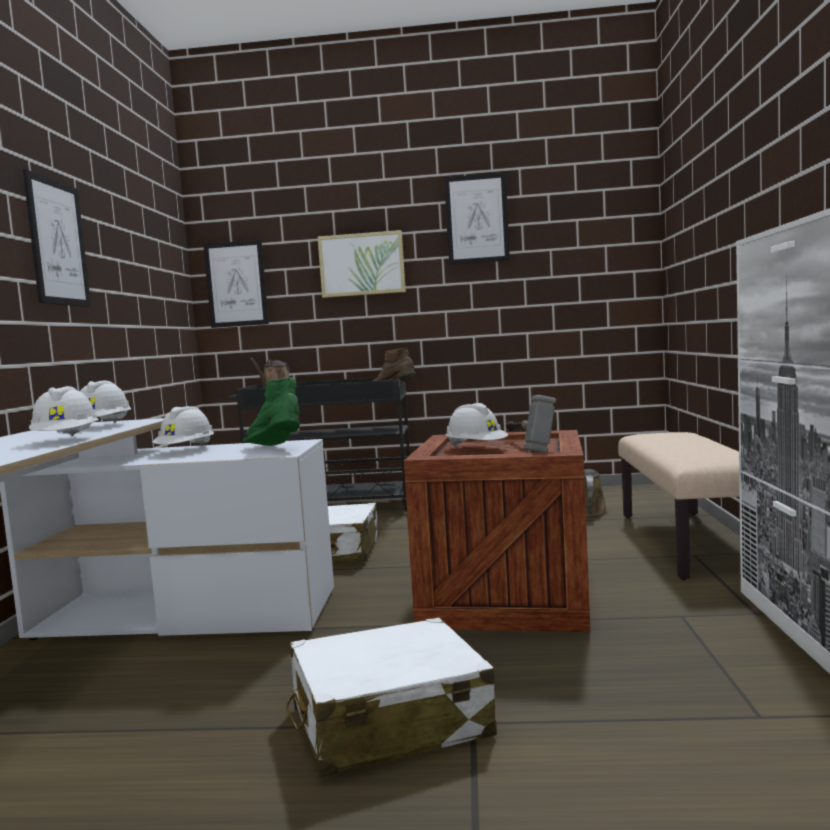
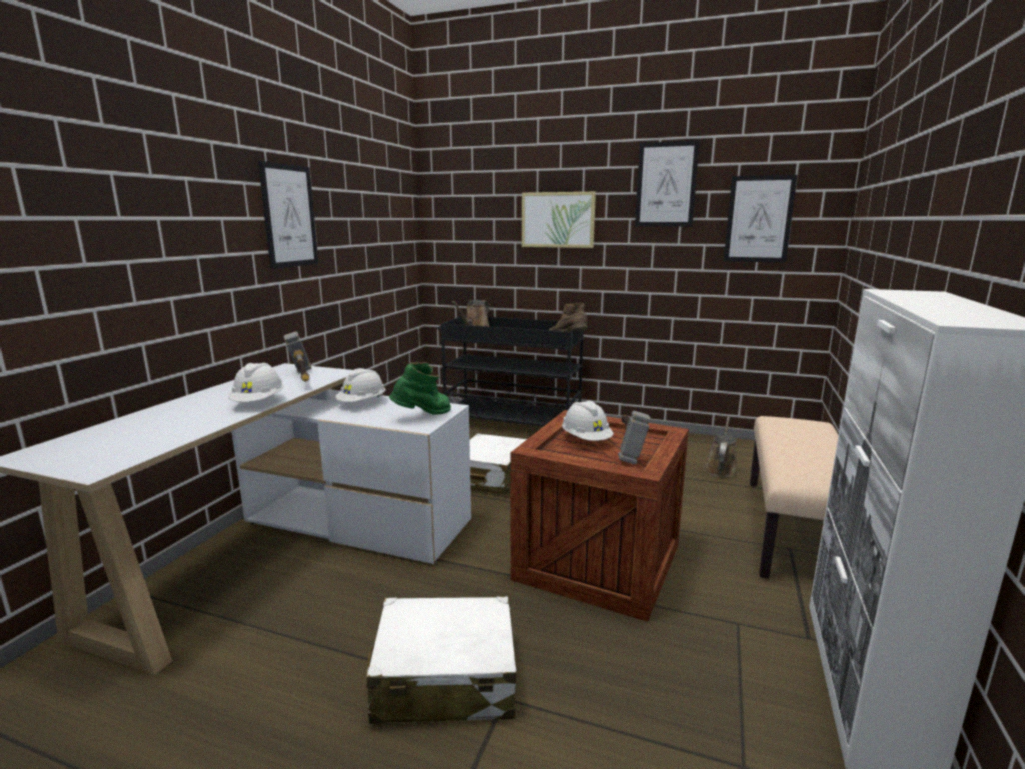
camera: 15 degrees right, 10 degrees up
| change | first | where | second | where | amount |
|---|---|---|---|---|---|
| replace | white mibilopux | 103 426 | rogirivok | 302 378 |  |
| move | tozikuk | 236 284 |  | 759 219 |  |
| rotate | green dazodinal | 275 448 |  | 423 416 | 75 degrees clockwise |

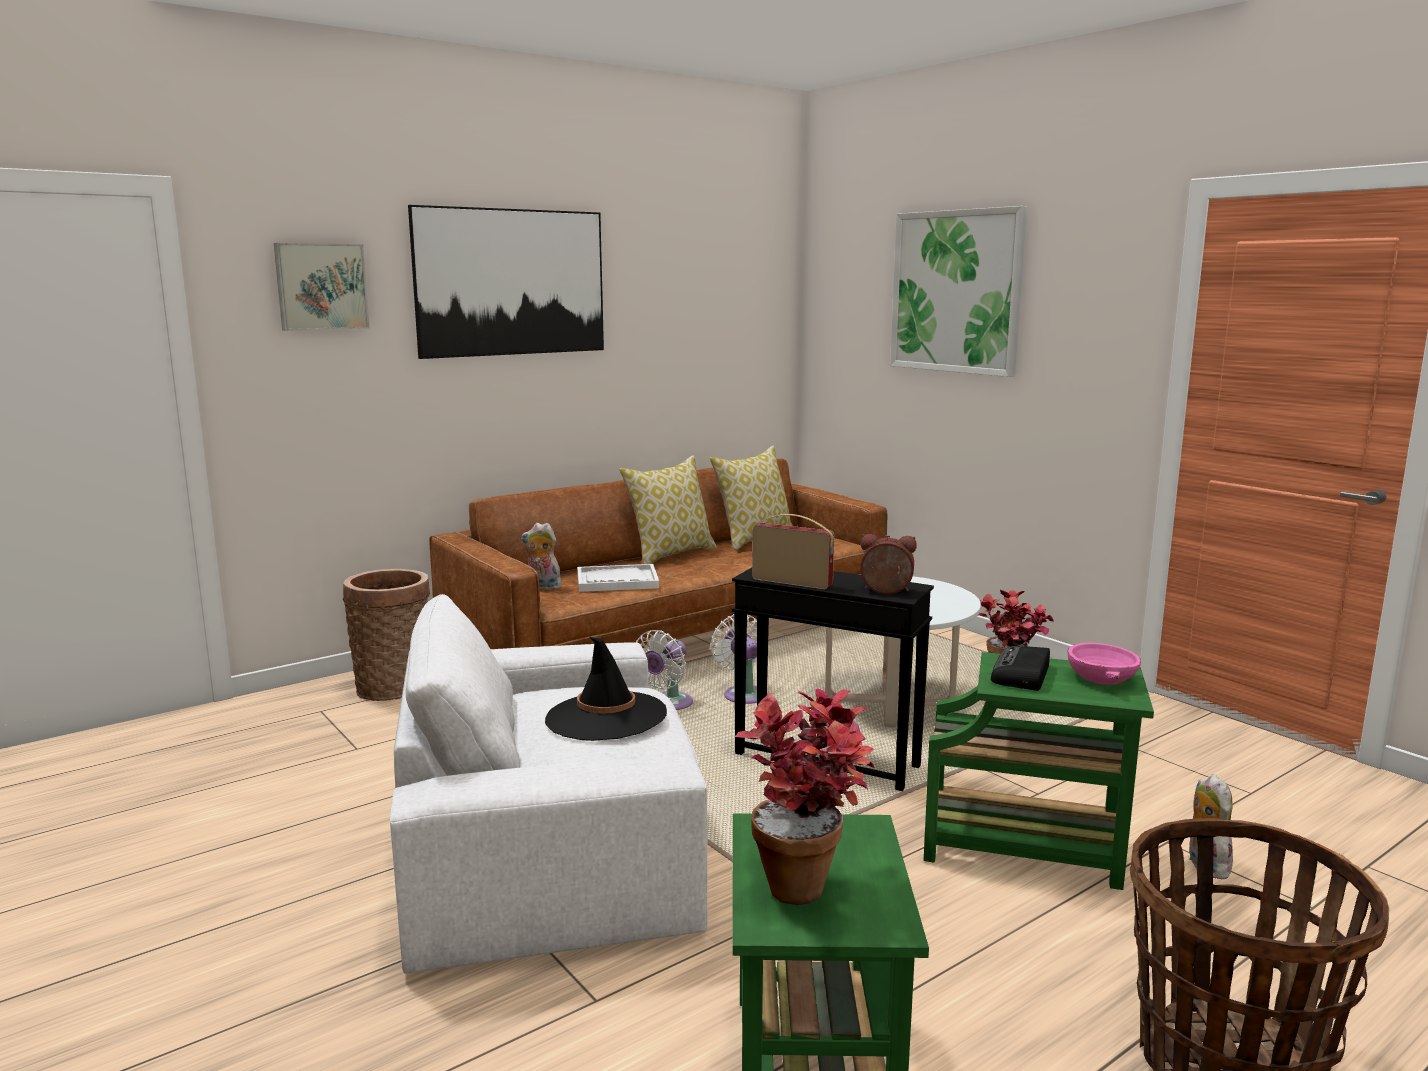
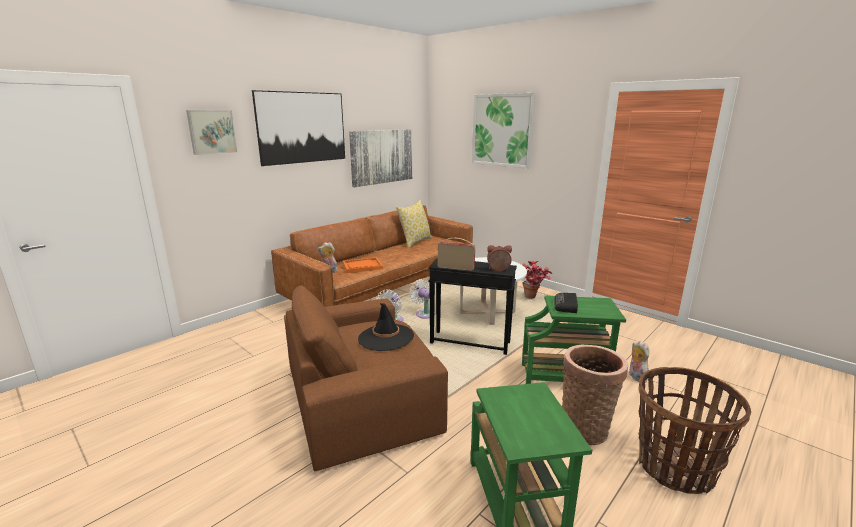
camera: 10 degrees left, 5 degrees up
| change | first | where | second | where | amount |
|---|---|---|---|---|---|
| move | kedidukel | 394 687 |  | 585 427 |  |
| recolor | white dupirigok | 549 847 | brown dupirigok | 361 397 |  |
| recolor | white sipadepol | 617 581 | orange sipadepol | 362 266 |  |
| delete | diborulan | 671 554 |  |  |  |
| delete | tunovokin | 807 881 |  |  |  |
| delete | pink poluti | 1100 678 |  |  |  |
| insert |  |  | tozikuk | 382 156 |  |

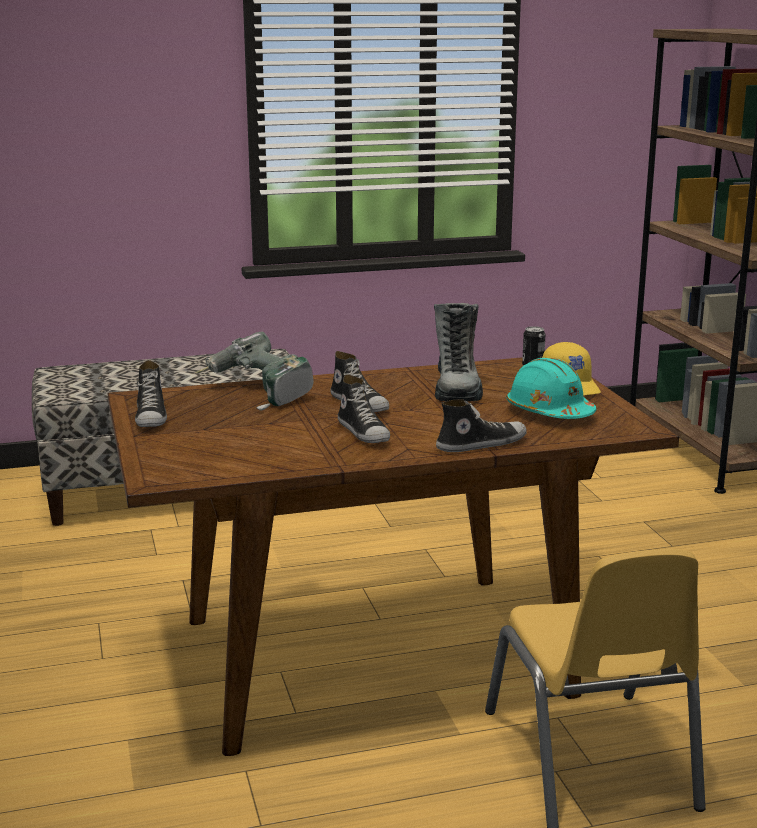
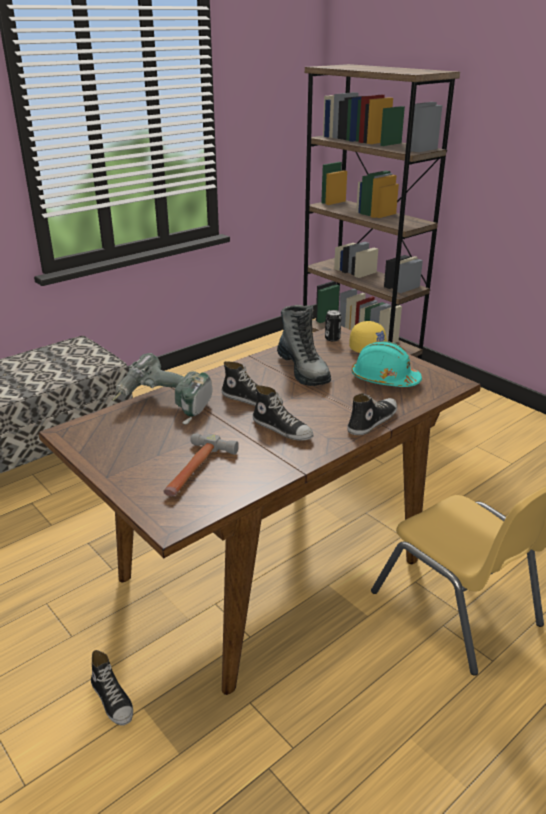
camera: 25 degrees left, 10 degrees up
| change | first | where | second | where | amount |
|---|---|---|---|---|---|
| move | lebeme | 151 417 |  | 113 699 |  |
| insert |  |  | rogirivok | 195 471 |  |

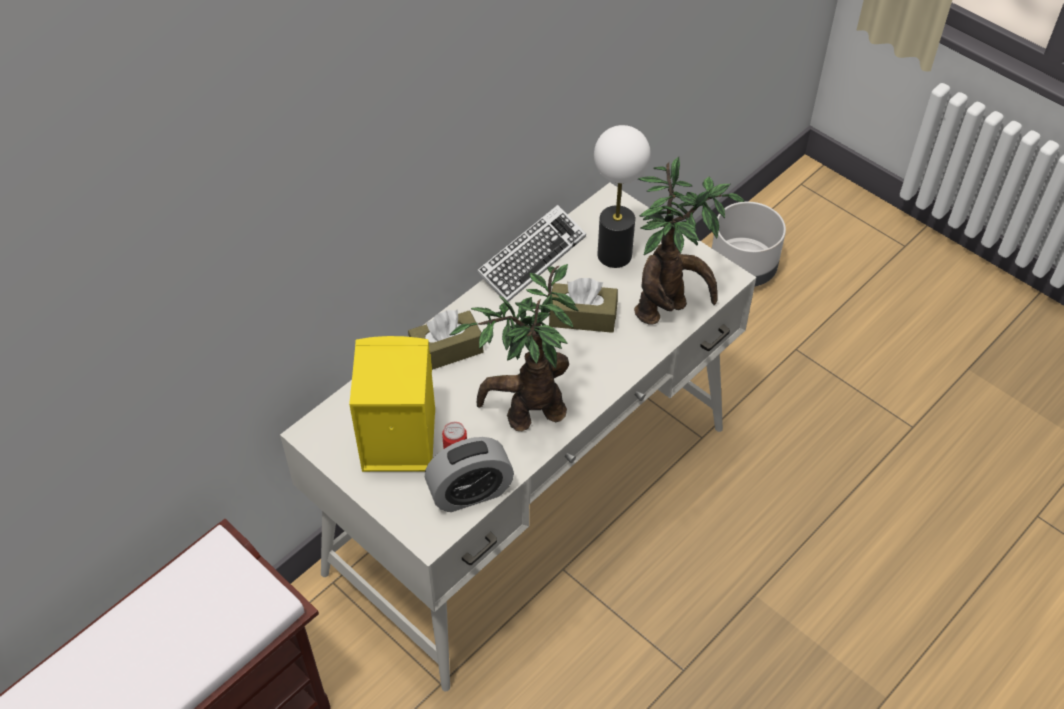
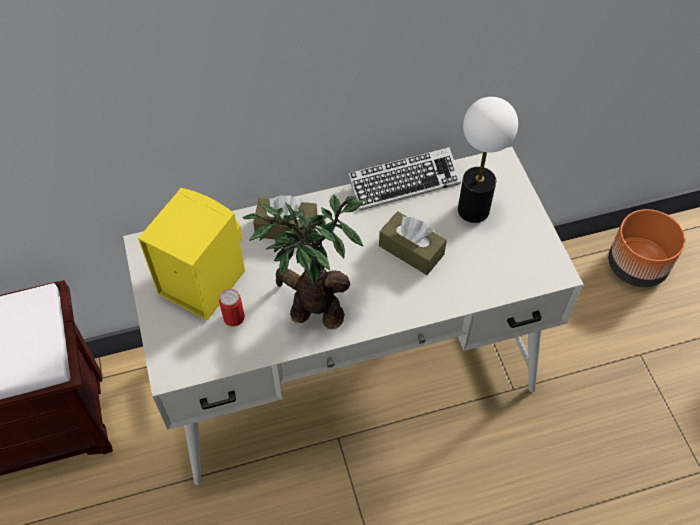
camera: 30 degrees right, 5 degrees up
| change | first | where | second | where | amount |
|---|---|---|---|---|---|
| delete | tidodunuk | 470 492 |  |  |  |
| delete | tunovokin | 669 308 |  |  |  |
| recolor | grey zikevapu | 743 268 | orange zikevapu | 637 266 |  |

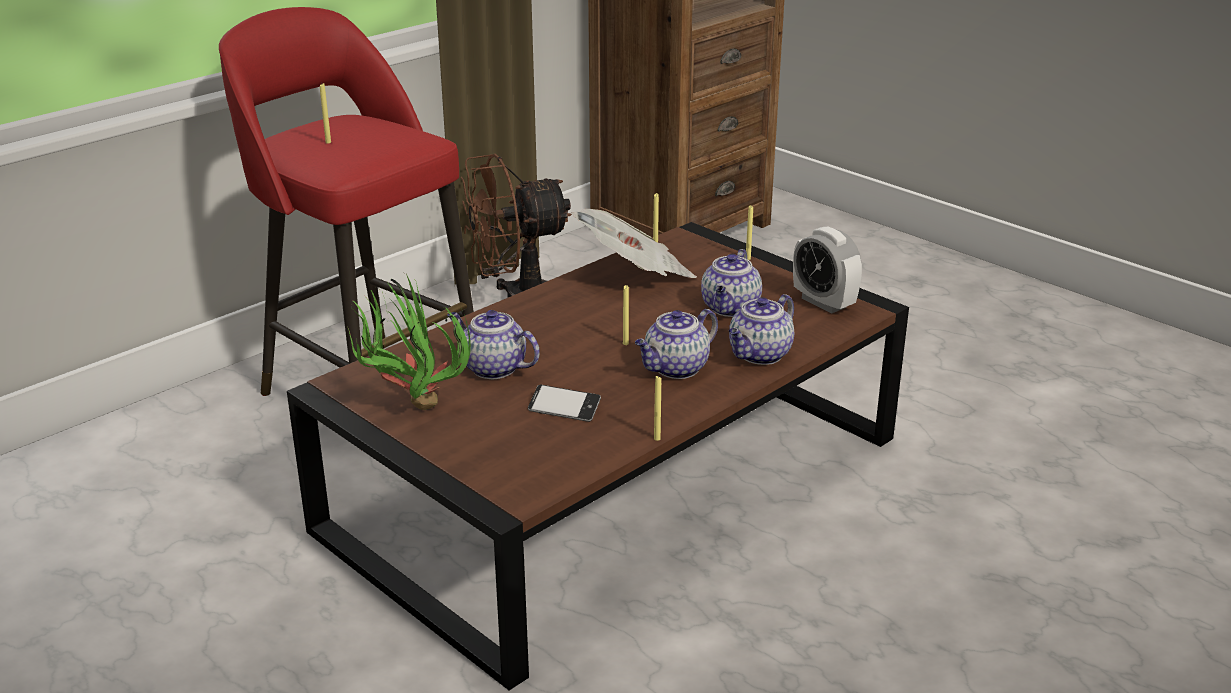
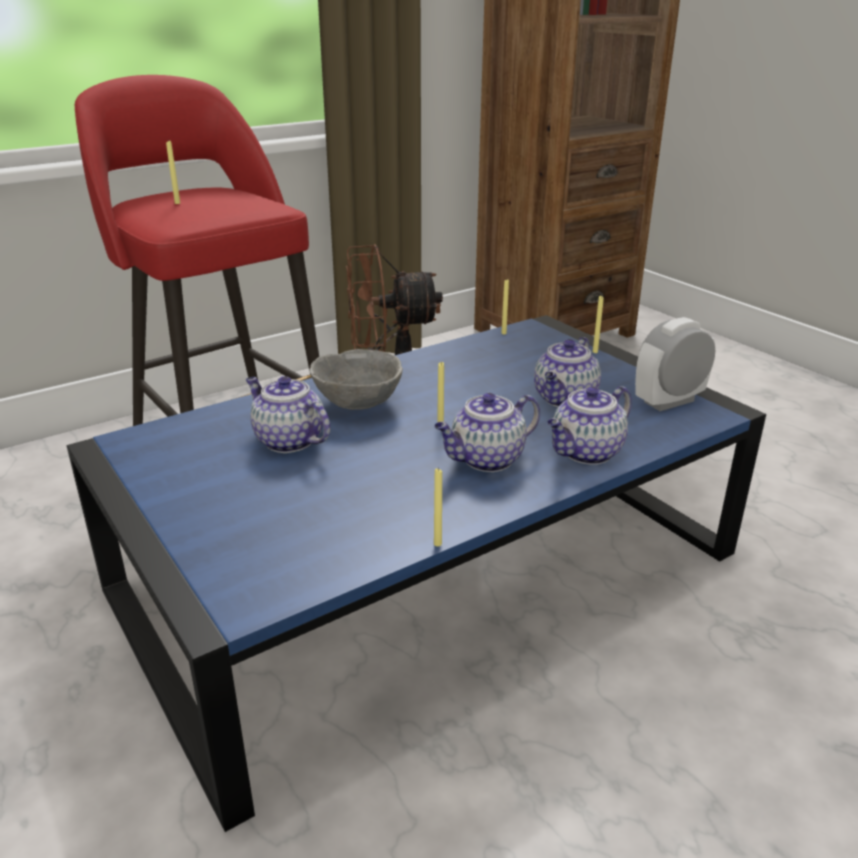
camera: 10 degrees right, 0 degrees up
| change | first | where | second | where | amount |
|---|---|---|---|---|---|
| recolor | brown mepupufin | 615 484 | blue mepupufin | 428 573 |  |
| delete | tunovokin | 411 407 |  |  |  |
| delete | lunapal | 564 408 |  |  |  |
| delete | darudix | 635 273 |  |  |  |
| rotate | tidodunuk | 823 303 |  | 669 402 | 90 degrees clockwise |
| insert |  |  | grey poluti | 357 404 |  |

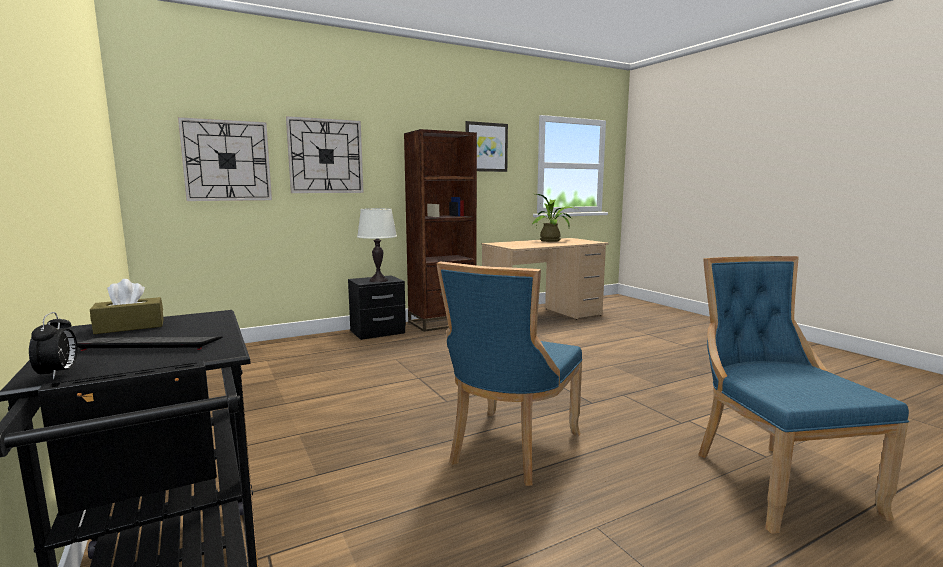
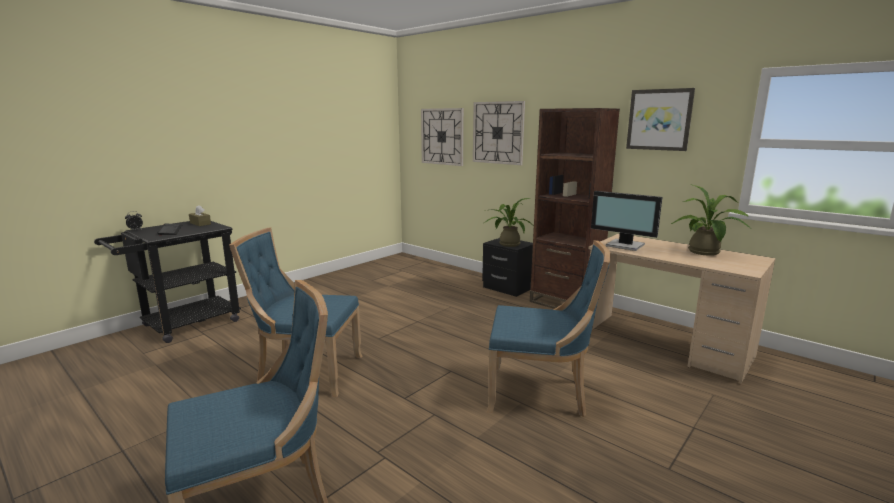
camera: 70 degrees right, 5 degrees up
| change | first | where | second | where | amount |
|---|---|---|---|---|---|
| replace | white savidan | 378 280 | tunovokin | 507 244 |  |
| insert |  |  | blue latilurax | 540 394 |  |
| insert |  |  | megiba | 625 245 |  |

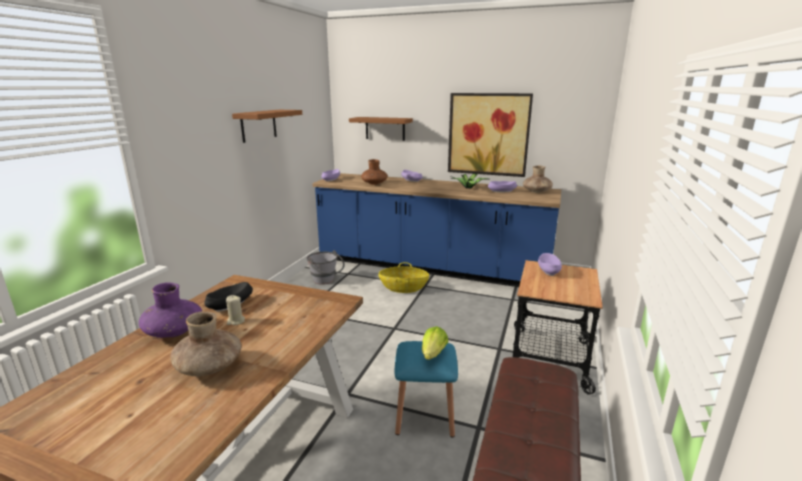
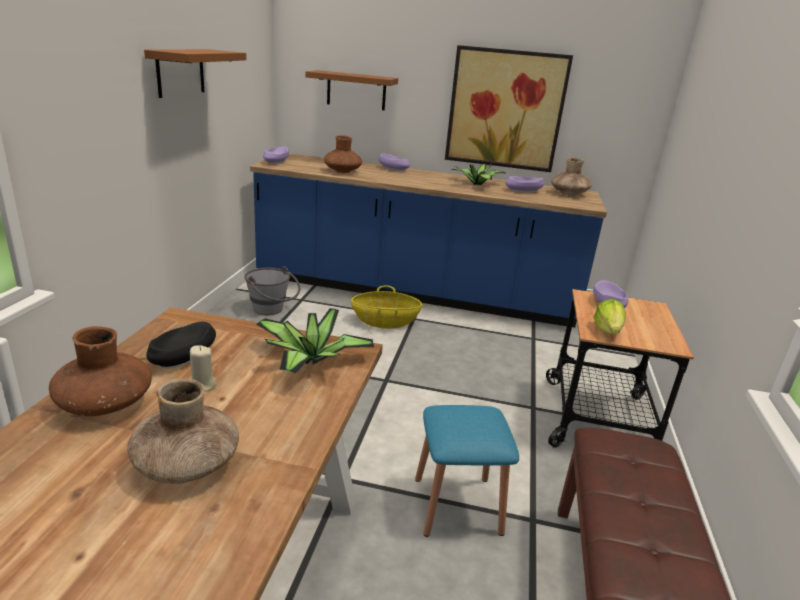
camera: 10 degrees left, 5 degrees up
| change | first | where | second | where | amount |
|---|---|---|---|---|---|
| recolor | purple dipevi | 174 331 | brown dipevi | 105 403 |  |
| move | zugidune | 433 354 |  | 608 331 |  |
| insert |  |  | tunovokin | 310 362 |  |

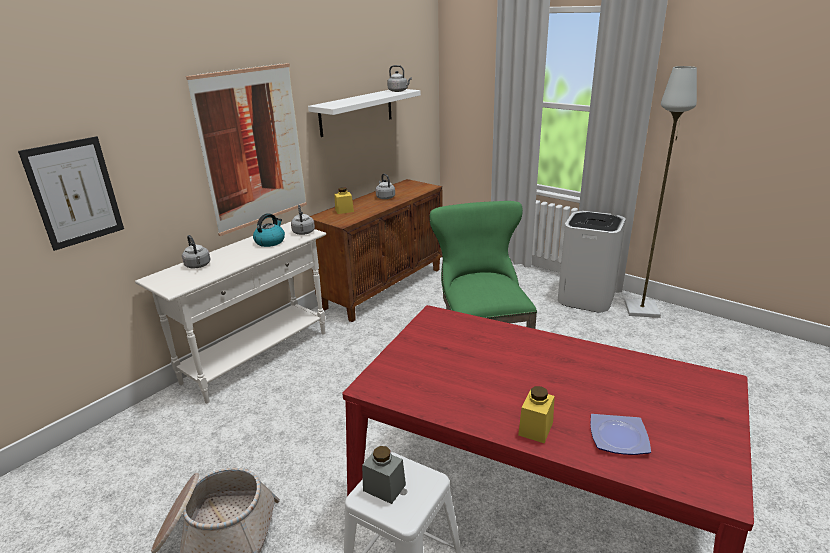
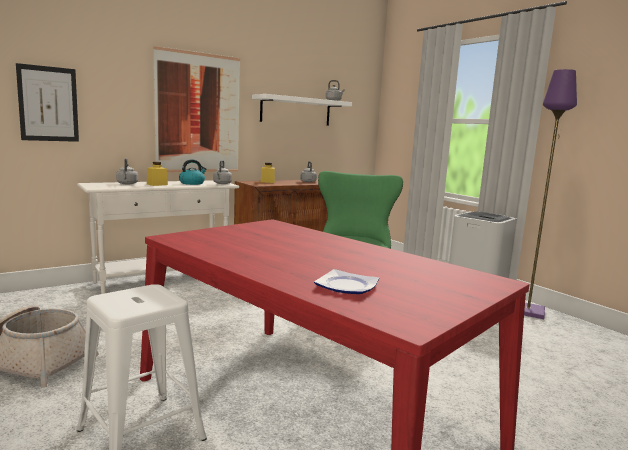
camera: 15 degrees right, 15 degrees down
| change | first | where | second | where | amount |
|---|---|---|---|---|---|
| delete | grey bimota | 384 487 |  |  |  |
| move | yellow bimota | 535 428 |  | 157 184 |  |
| recolor | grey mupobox | 642 309 | purple mupobox | 528 311 |  |

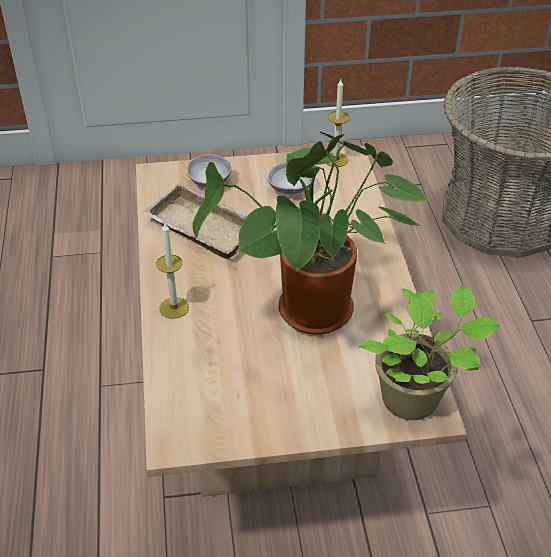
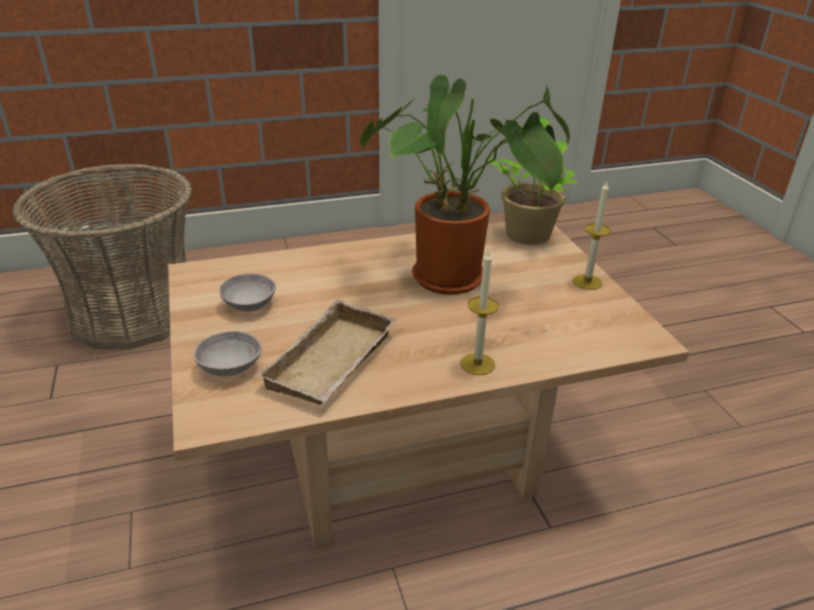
camera: 100 degrees left, 10 degrees down
| change | first | where | second | where | amount |
|---|---|---|---|---|---|
| move | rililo | 336 159 |  | 587 282 |  |

